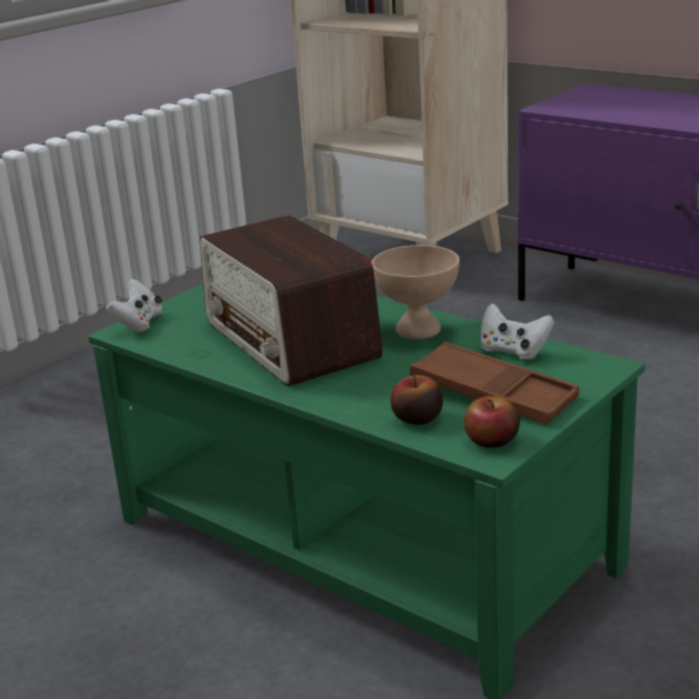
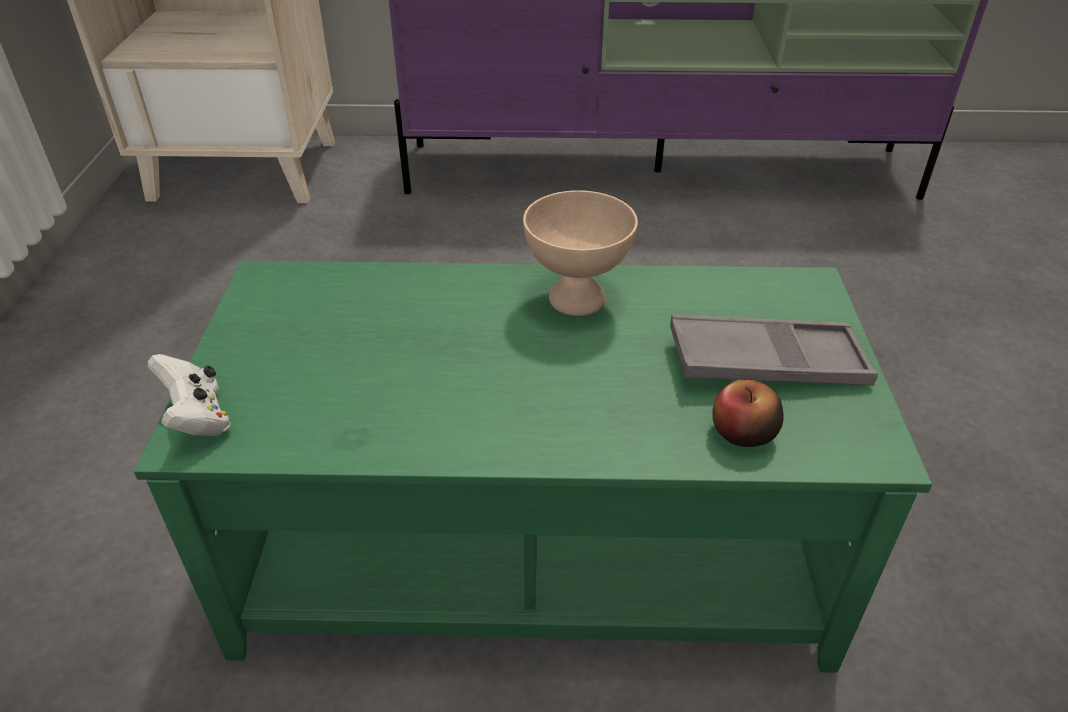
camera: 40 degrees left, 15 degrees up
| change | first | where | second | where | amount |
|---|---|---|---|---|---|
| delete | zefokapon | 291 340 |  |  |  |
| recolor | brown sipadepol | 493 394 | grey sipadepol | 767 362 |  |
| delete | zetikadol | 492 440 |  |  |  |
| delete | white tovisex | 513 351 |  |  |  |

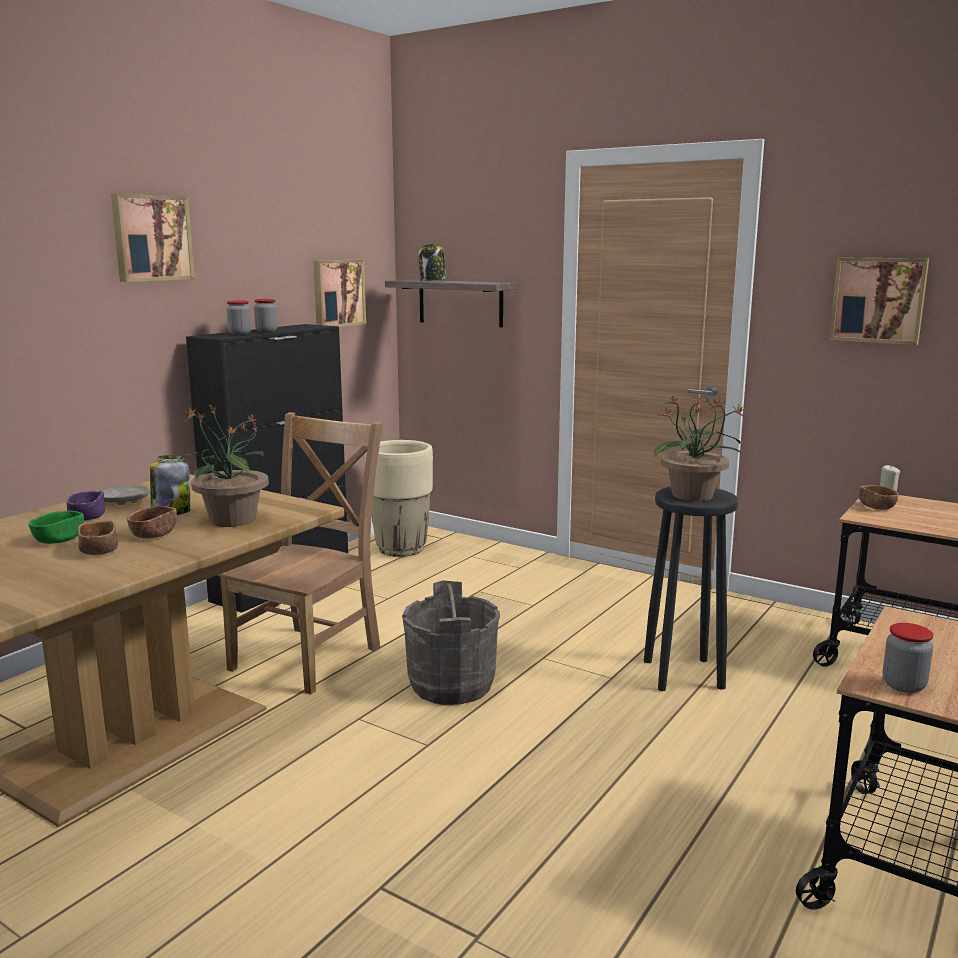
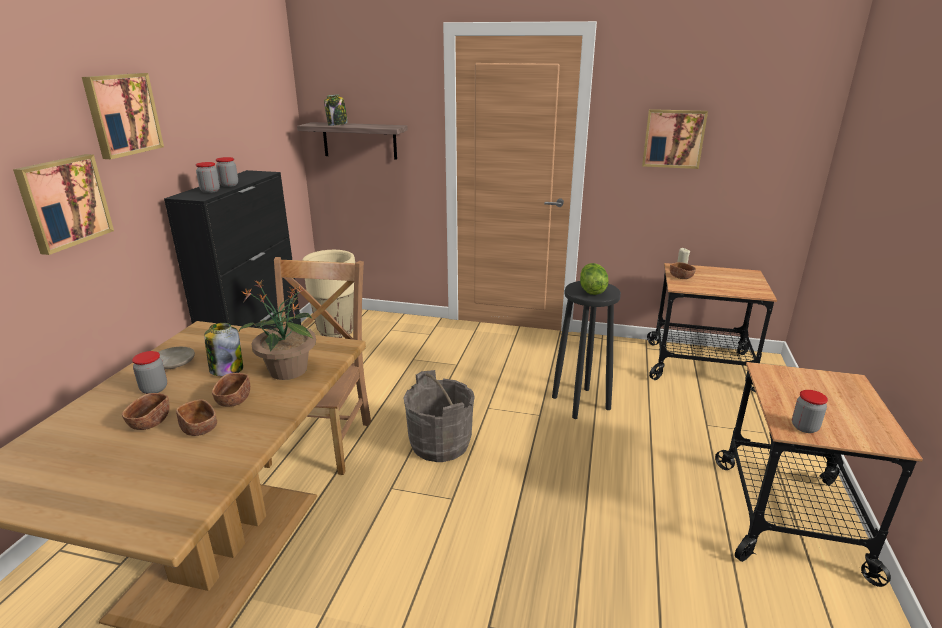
camera: 20 degrees left, 10 degrees up
| change | first | where | second | where | amount |
|---|---|---|---|---|---|
| recolor | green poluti | 59 540 | brown poluti | 150 422 |  |
| replace | purple poluti | 87 517 | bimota | 154 389 |  |
| move | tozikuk | 337 293 |  | 63 202 |  |
| replace | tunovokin | 693 496 | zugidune | 591 290 |  |

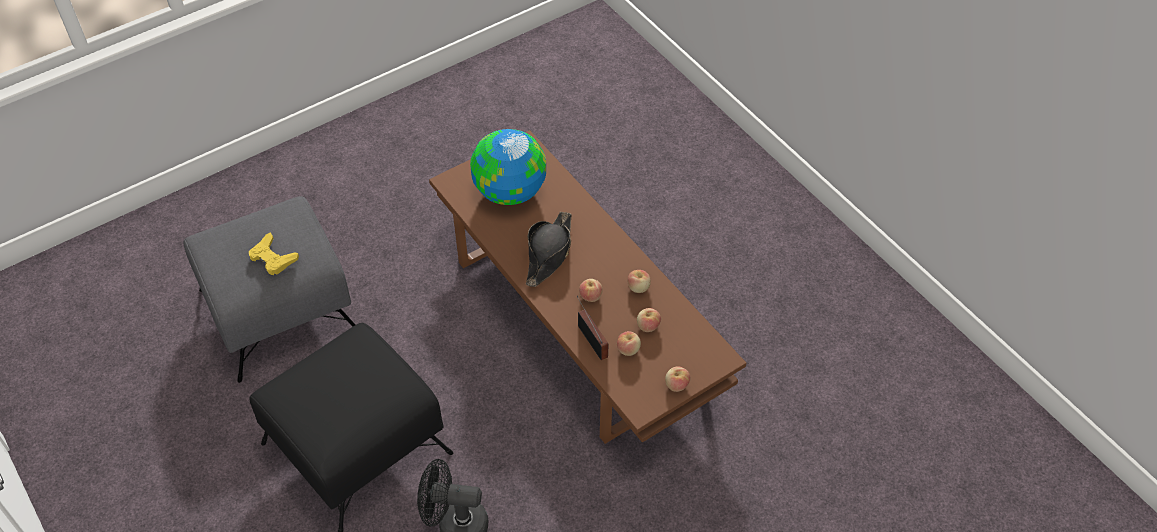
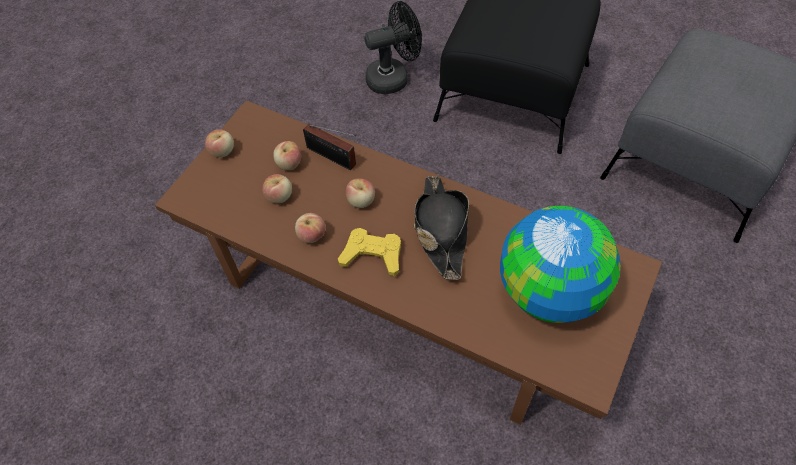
camera: 155 degrees right, 5 degrees up
| change | first | where | second | where | amount |
|---|---|---|---|---|---|
| move | yellow tovisex | 273 258 |  | 372 255 |  |

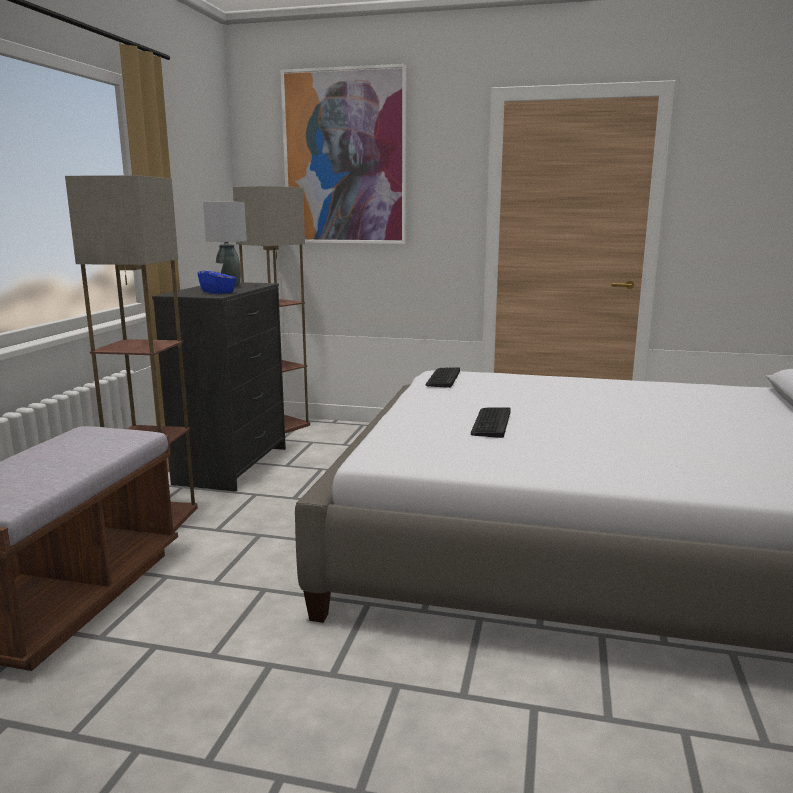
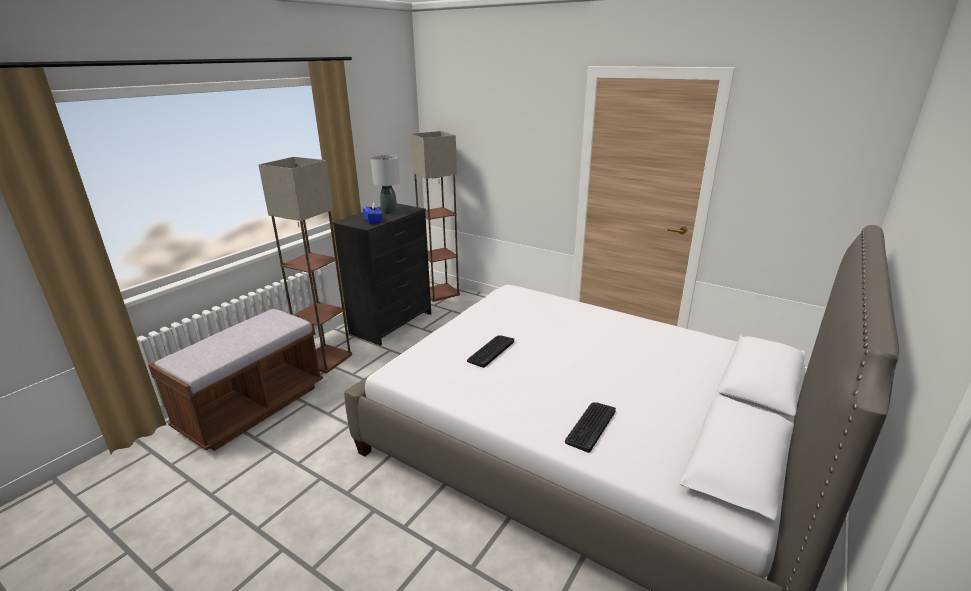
camera: 20 degrees right, 10 degrees up
| change | first | where | second | where | amount |
|---|---|---|---|---|---|
| delete | tozikuk | 344 158 |  |  |  |
| move | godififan | 443 378 |  | 590 426 |  |

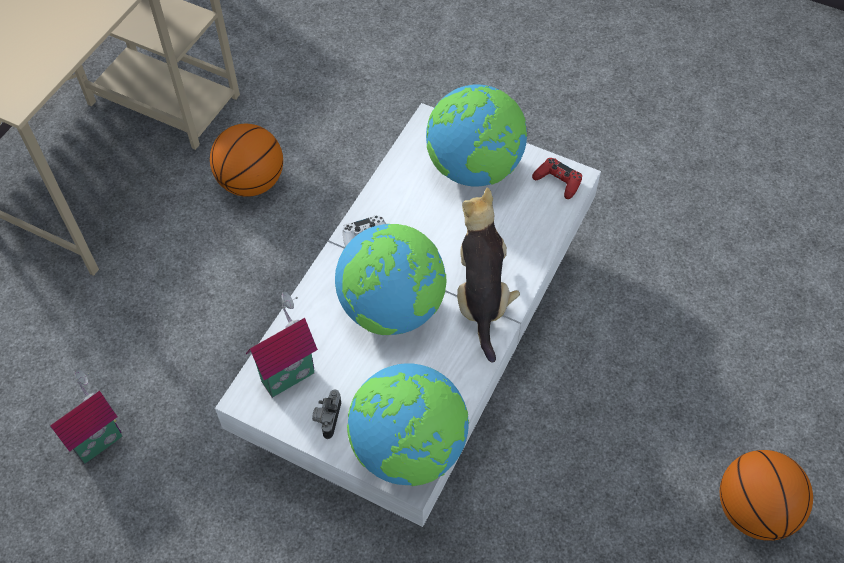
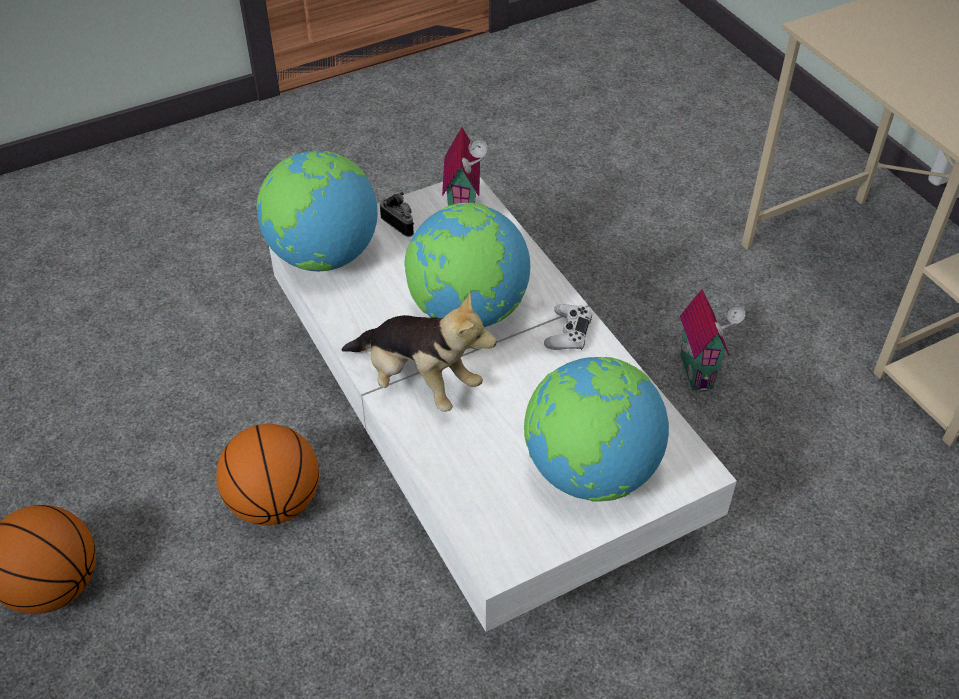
camera: 125 degrees right, 10 degrees down
| change | first | where | second | where | amount |
|---|---|---|---|---|---|
| move | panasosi | 97 440 |  | 700 371 |  |
| move | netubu | 251 182 |  | 274 503 |  |
| delete | red tovisex | 558 181 |  |  |  |

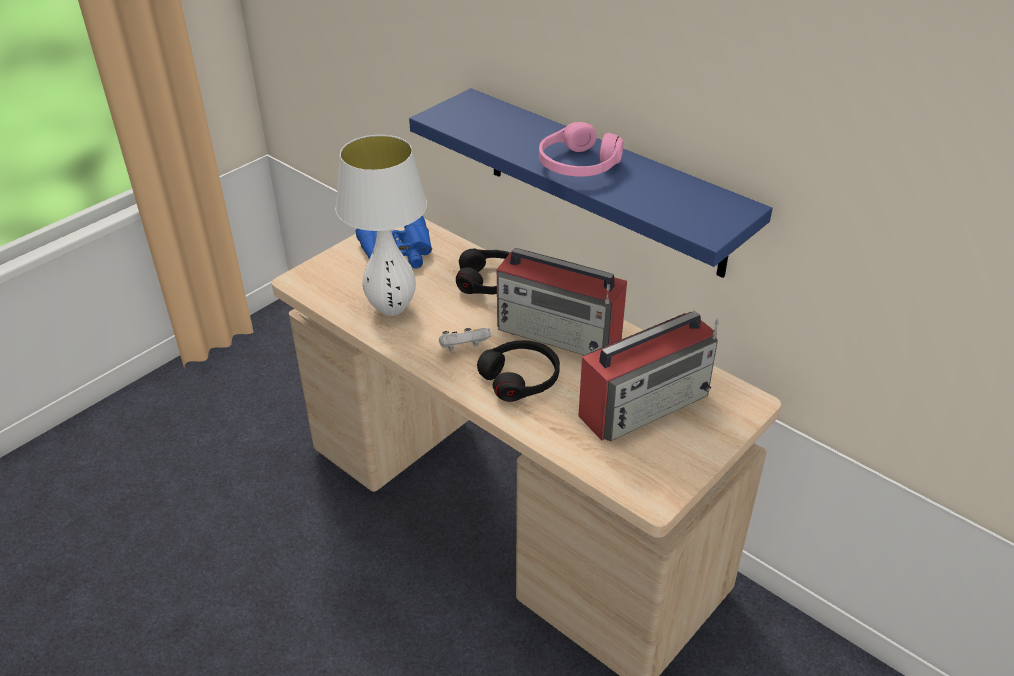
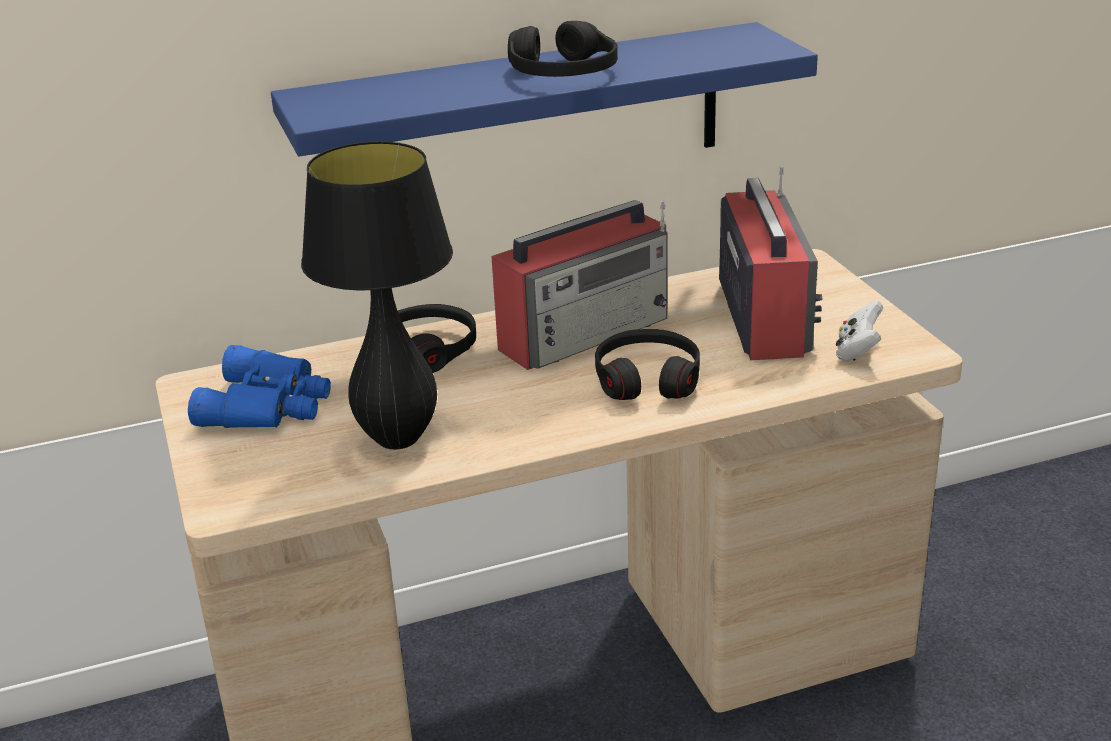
camera: 60 degrees left, 10 degrees down
| change | first | where | second | where | amount |
|---|---|---|---|---|---|
| recolor | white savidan | 391 309 | black savidan | 398 439 |  |
| move | white tovisex | 463 349 |  | 857 351 |  |
| recolor | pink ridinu | 578 165 | black ridinu | 563 73 |  |

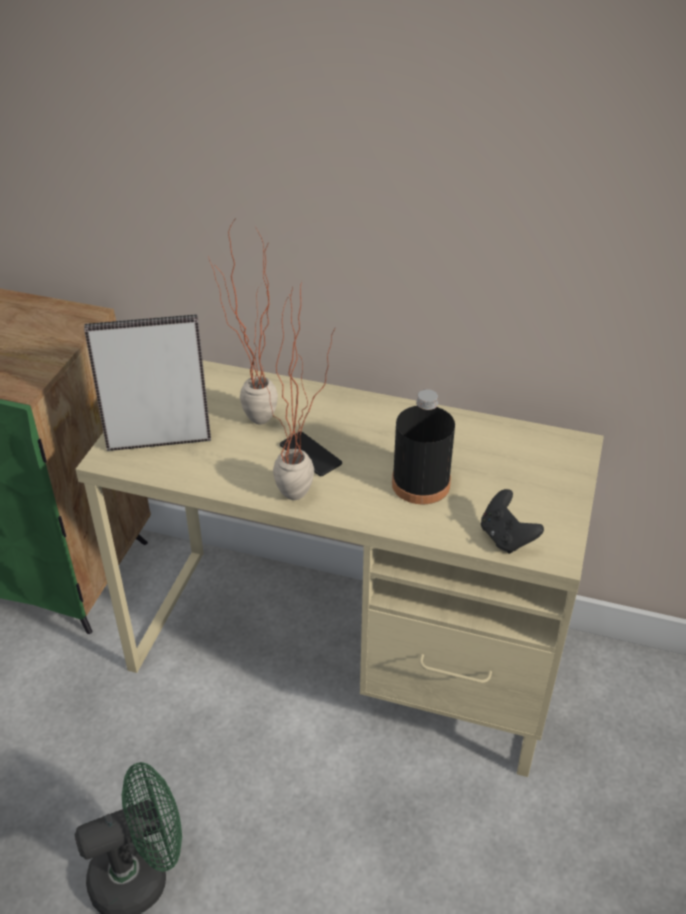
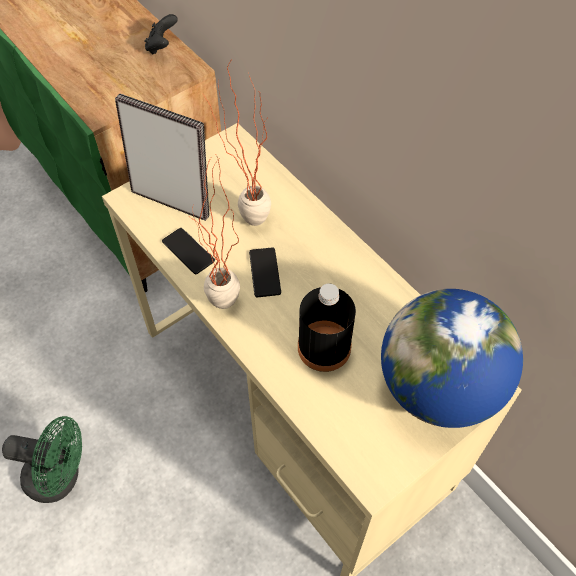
camera: 35 degrees right, 15 degrees up
| change | first | where | second | where | amount |
|---|---|---|---|---|---|
| move | black tovisex | 506 537 |  | 162 47 |  |
| insert |  |  | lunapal | 188 251 |  |
| insert |  |  | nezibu | 438 387 |  |

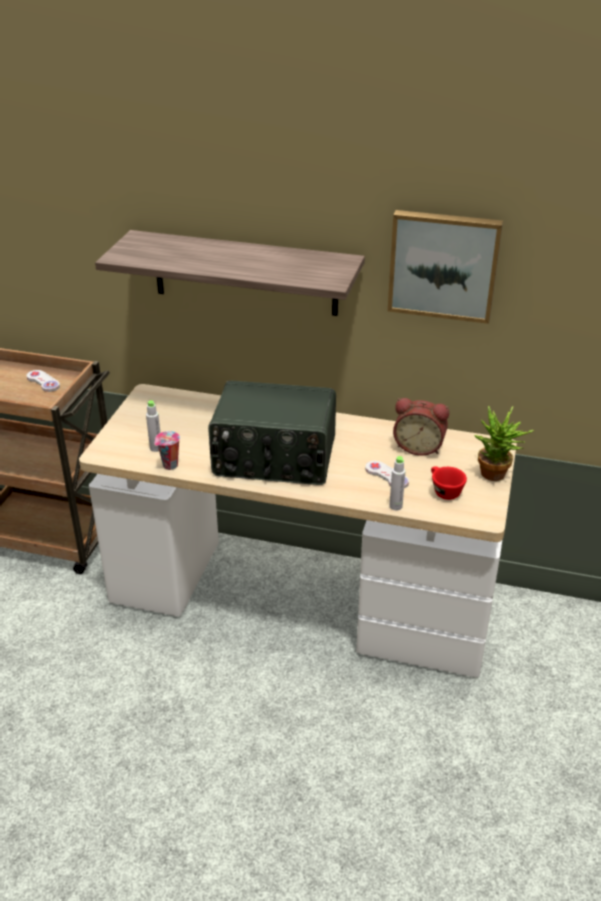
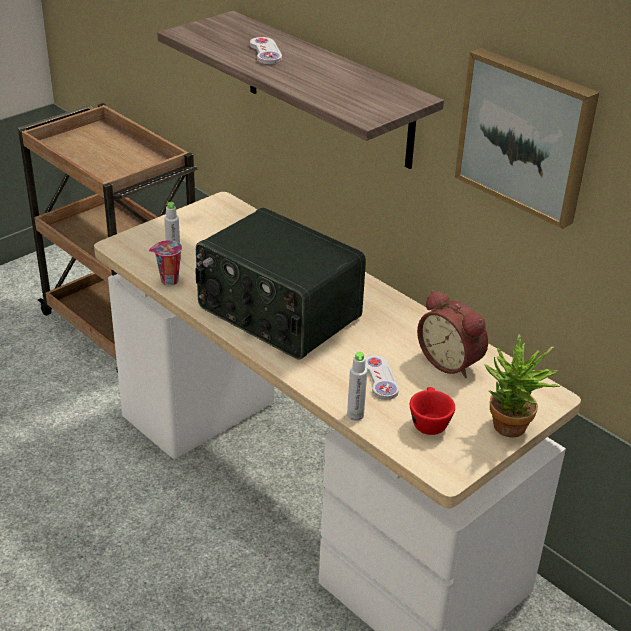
camera: 30 degrees right, 0 degrees up
| change | first | where | second | where | amount |
|---|---|---|---|---|---|
| move | white tovisex | 43 382 |  | 265 52 |  |

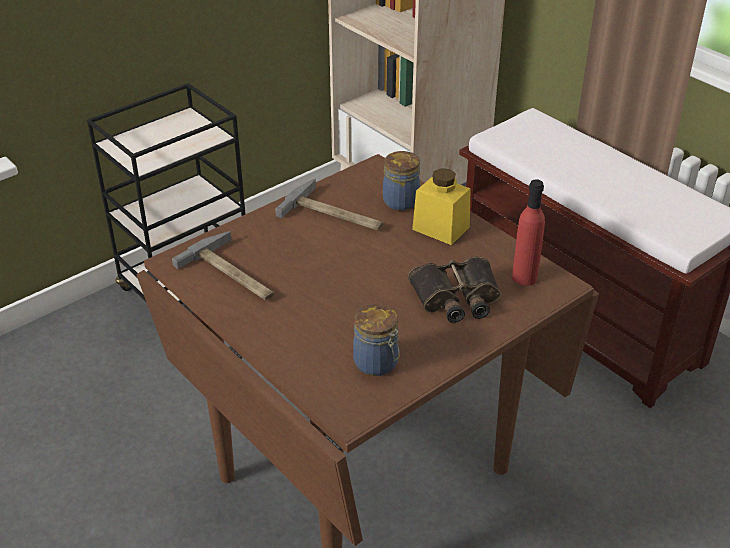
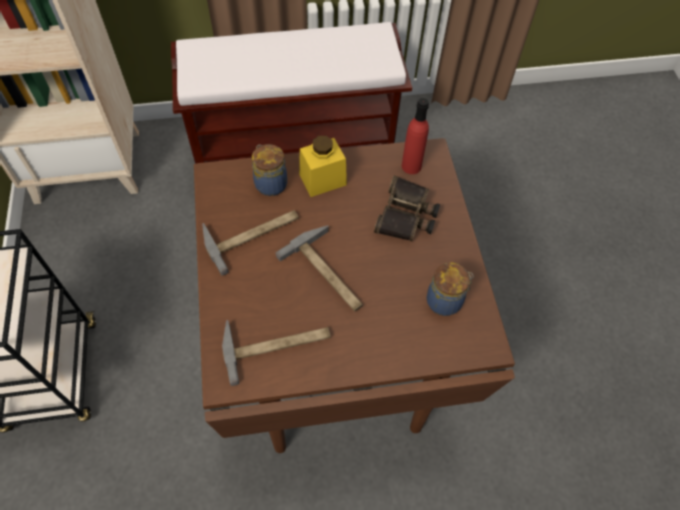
camera: 60 degrees left, 20 degrees up
| change | first | where | second | where | amount |
|---|---|---|---|---|---|
| insert |  |  | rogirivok | 328 273 |  |

